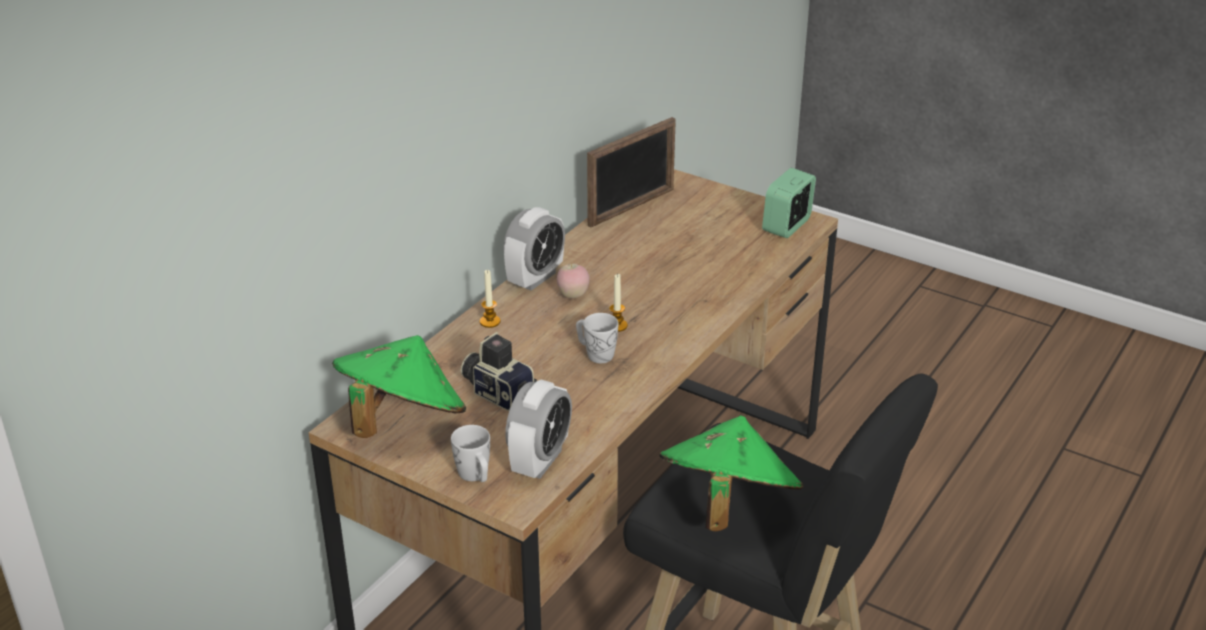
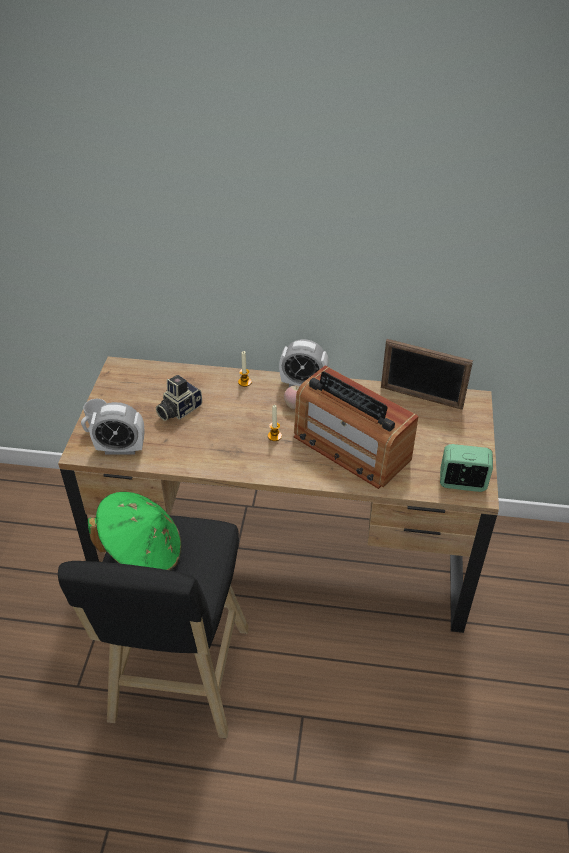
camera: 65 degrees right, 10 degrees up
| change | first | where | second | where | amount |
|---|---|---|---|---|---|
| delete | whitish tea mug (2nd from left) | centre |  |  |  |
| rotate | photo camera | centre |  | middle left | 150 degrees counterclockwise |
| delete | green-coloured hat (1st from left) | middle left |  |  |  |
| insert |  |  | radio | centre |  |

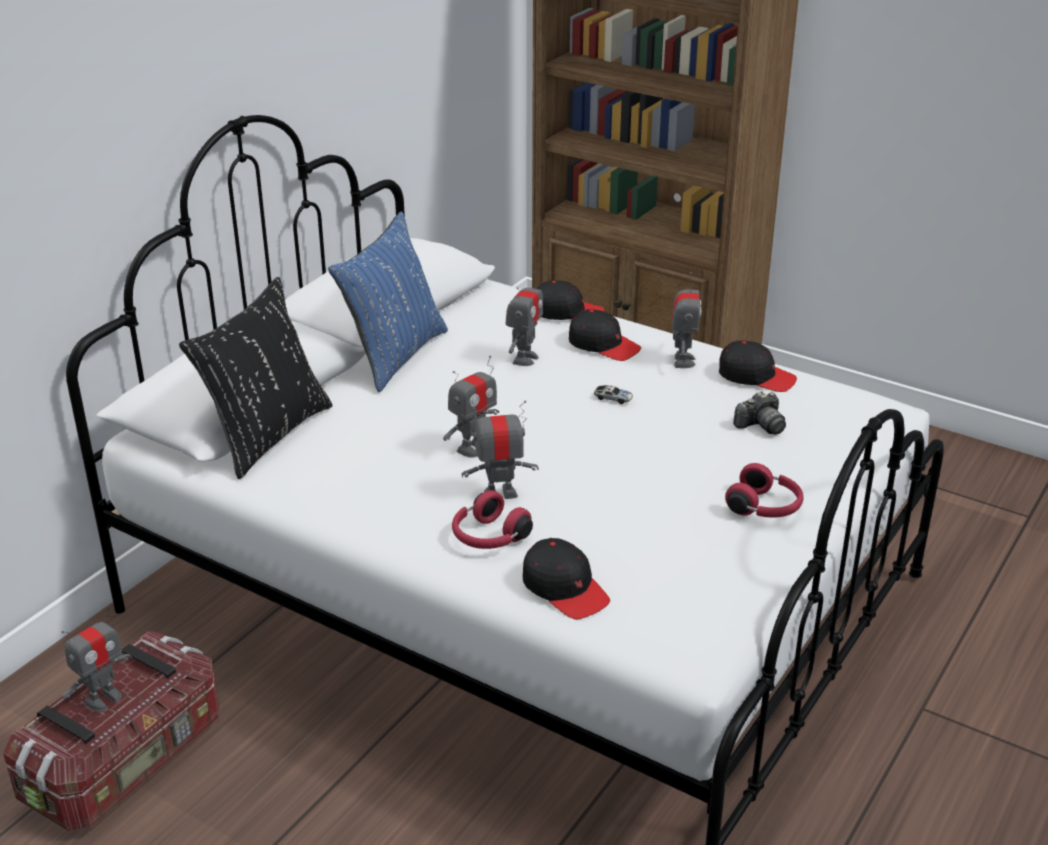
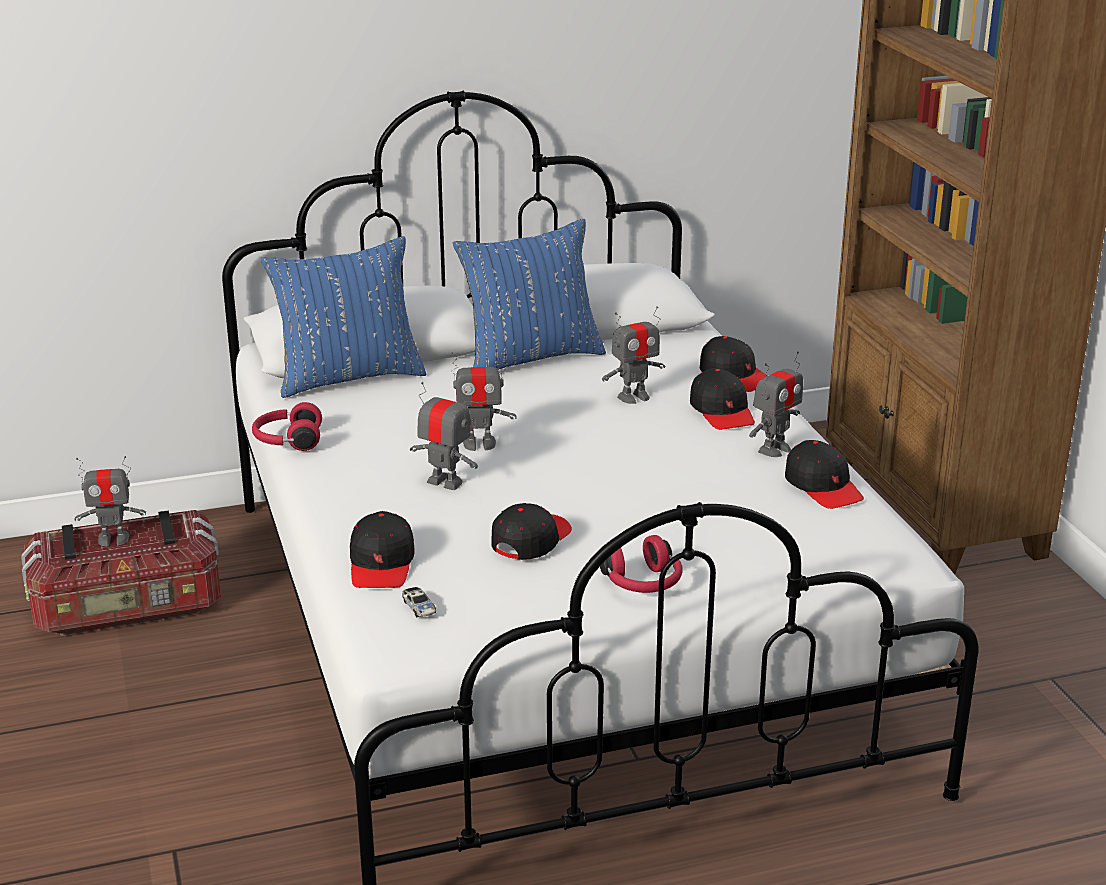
camera: 40 degrees right, 5 degrees down
| change | first | where | second | where | amount |
|---|---|---|---|---|---|
| recolor | black throw pillow | middle left | blue throw pillow (1st from left) | middle left |  |
| move | model car | centre |  | bottom centre |  |
| delete | photo camera | middle right |  |  |  |
| move | red pair of headphones (1st from left) | centre |  | middle left |  |
| insert |  |  | black baseball cap (2nd from left) | centre |  |

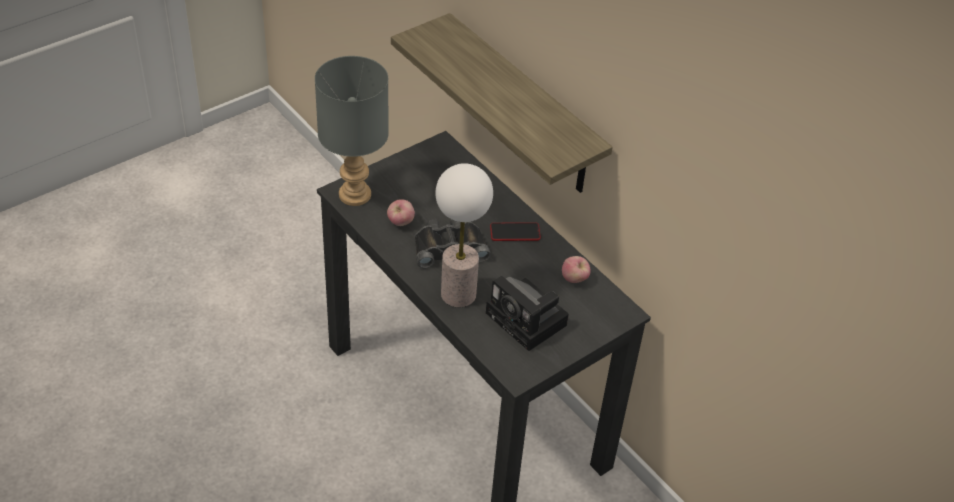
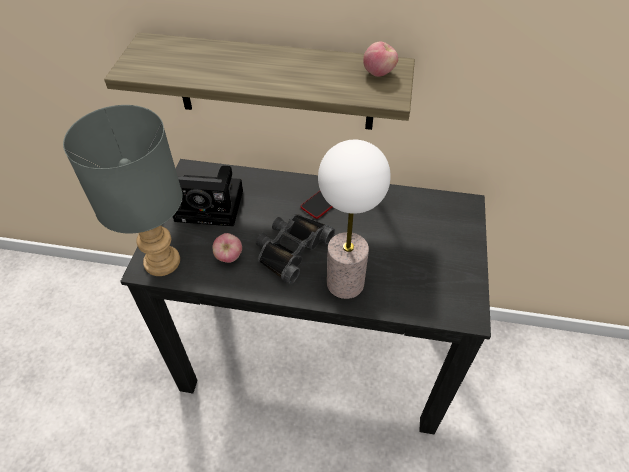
camera: 40 degrees left, 5 degrees up
| change | first | where | second | where | amount |
|---|---|---|---|---|---|
| move | apple fruit (2nd from left) | centre |  | top centre |  |
| move | photo camera | centre |  | middle left |  |

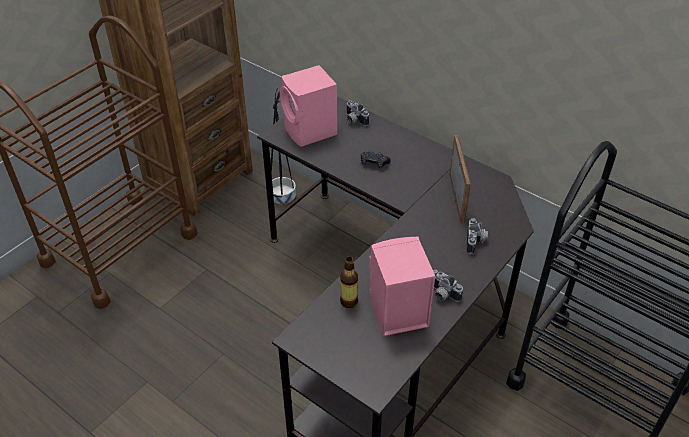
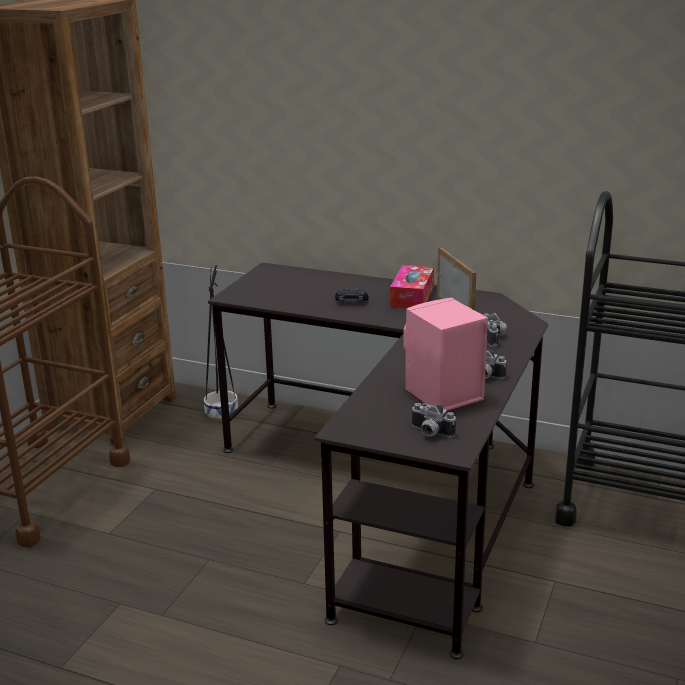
camera: 15 degrees left, 20 degrees down
| change | first | where | second | where | amount |
|---|---|---|---|---|---|
| delete | pinkish loudspeaker (1st from left) | top centre |  |  |  |
| move | photo camera (1st from left) | top centre |  | centre |  |
| delete | bottle | centre |  |  |  |
| insert |  |  | box of tissues | centre |  |

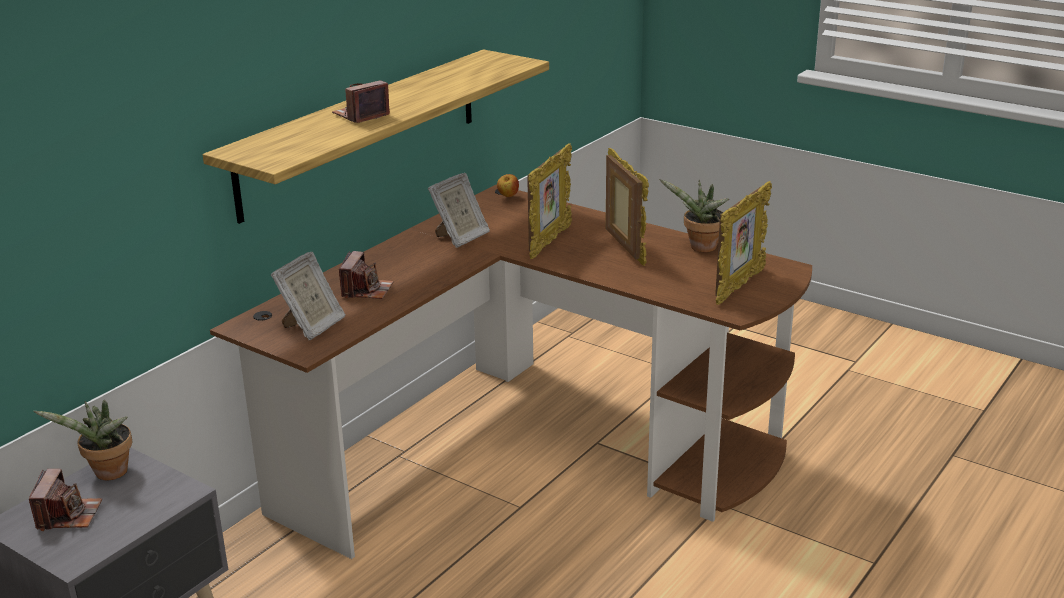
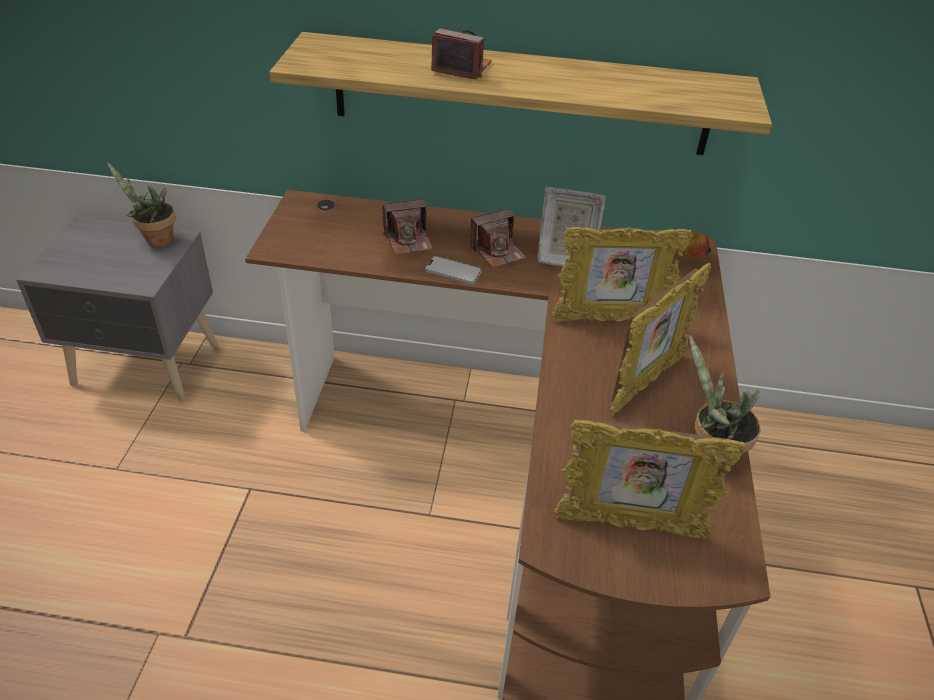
camera: 60 degrees right, 15 degrees up
| change | first | where | second | where | amount |
|---|---|---|---|---|---|
| delete | standing frame (1st from left) | middle left |  |  |  |
| move | photo camera (1st from left in the first image) | bottom left | photo camera (3rd from left) | centre |  |
| insert |  |  | handset | centre |  |

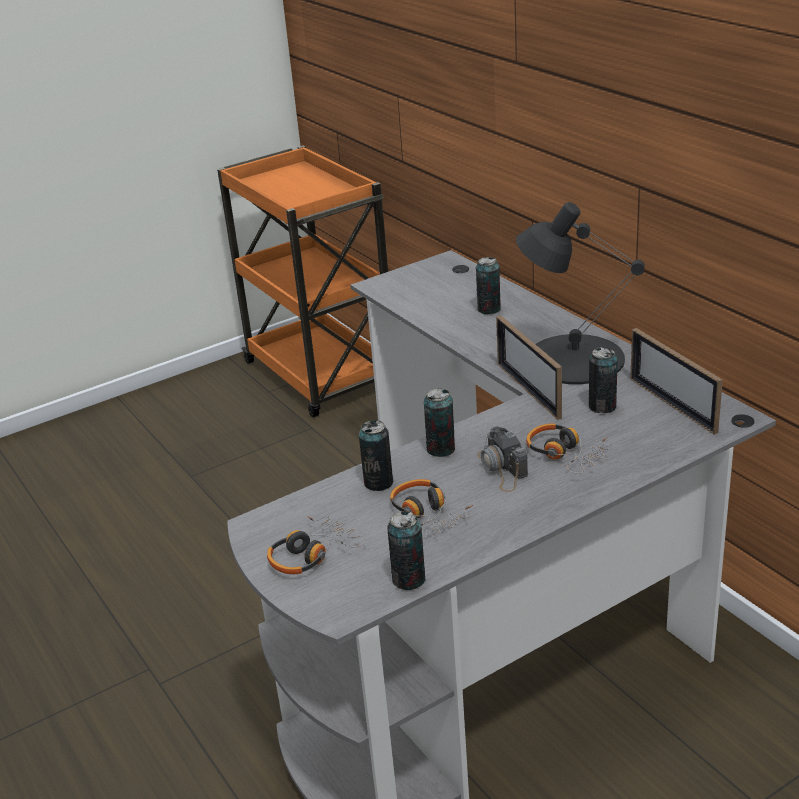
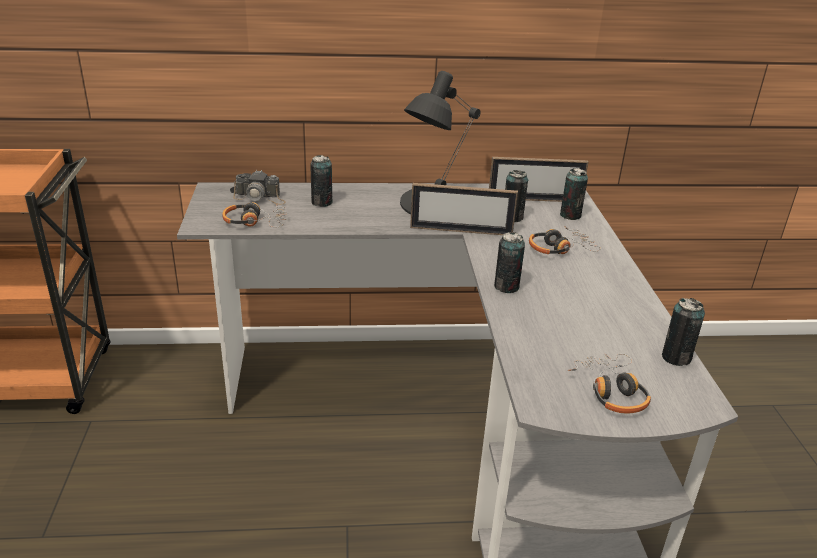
camera: 65 degrees left, 0 degrees up
| change | first | where | second | where | amount |
|---|---|---|---|---|---|
| move | sealed can (1st from left in the first image) | centre | sealed can (4th from left) | middle right |  |
| move | photo camera | centre |  | middle left |  |
| move | pair of headphones (2nd from left in the first image) | centre | pair of headphones (1st from left) | middle left |  |

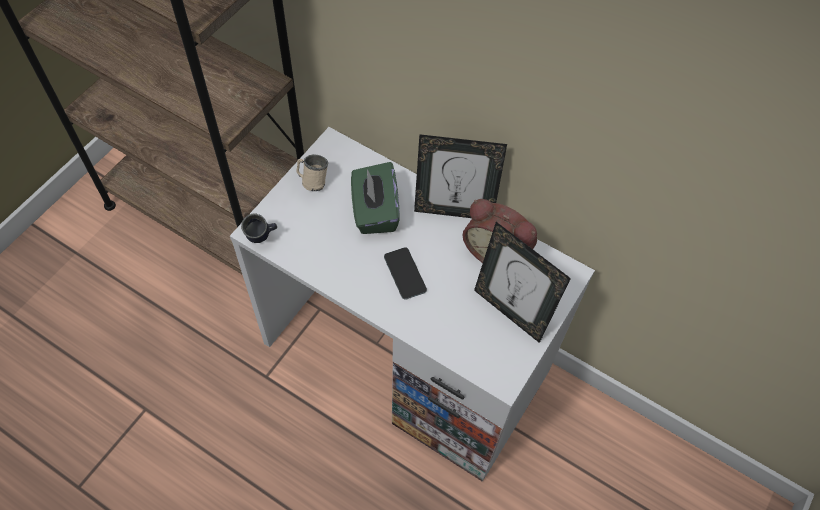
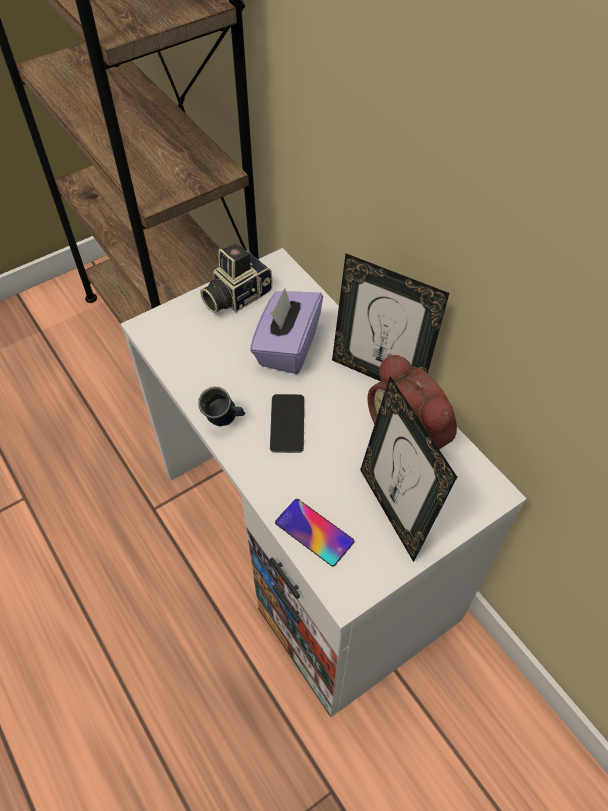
camera: 25 degrees right, 5 degrees down
| change | first | where | second | where | amount |
|---|---|---|---|---|---|
| replace | sand-coloured tea mug | centre | photo camera | centre |  |
| recolor | green-coloured box of tissues | centre | purple-coloured box of tissues | centre |  |
| move | blue tea mug | middle left |  | centre |  |
| insert |  |  | handset (2nd from left) | centre |  |

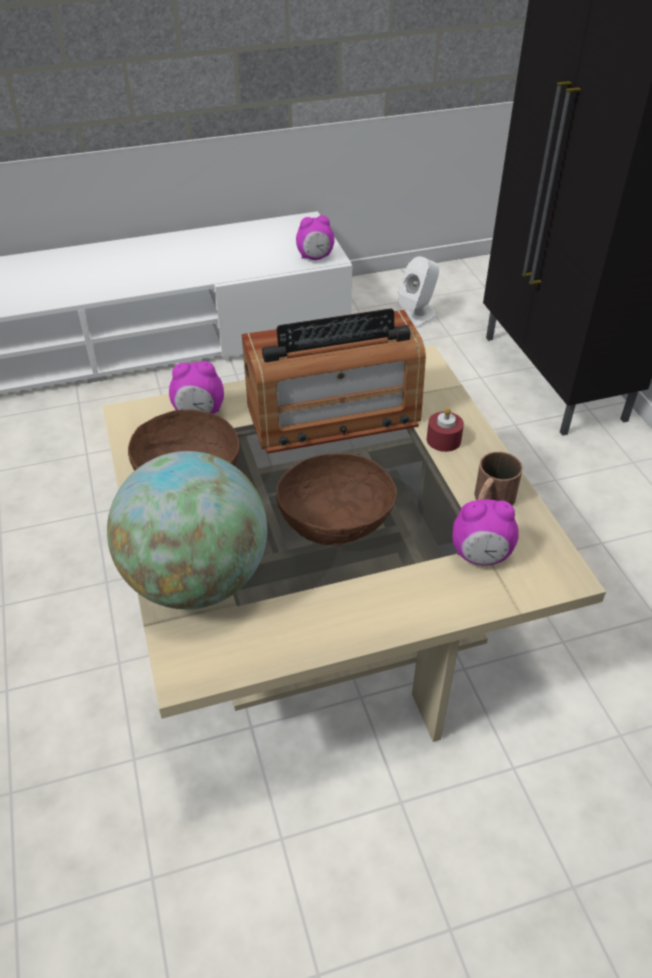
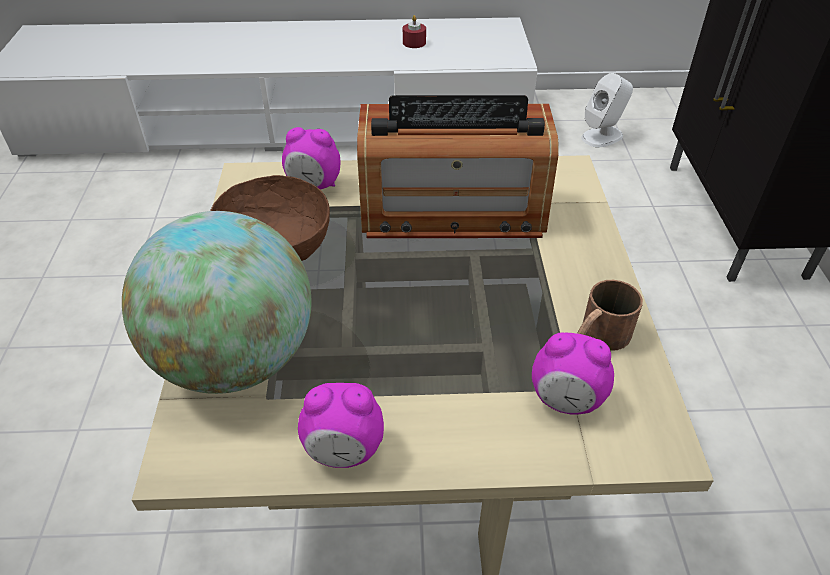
camera: 15 degrees right, 0 degrees up
| change | first | where | second | where | amount |
|---|---|---|---|---|---|
| move | table clock (2nd from left) | top centre |  | bottom centre |  |
| move | red candle | middle right |  | top centre |  |
| delete | brown-coloured bowl (2nd from left) | centre |  |  |  |

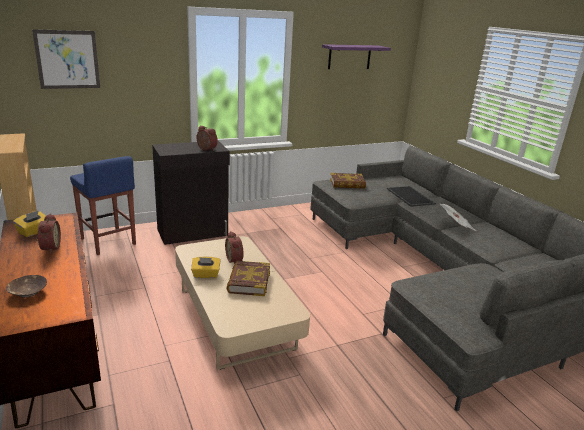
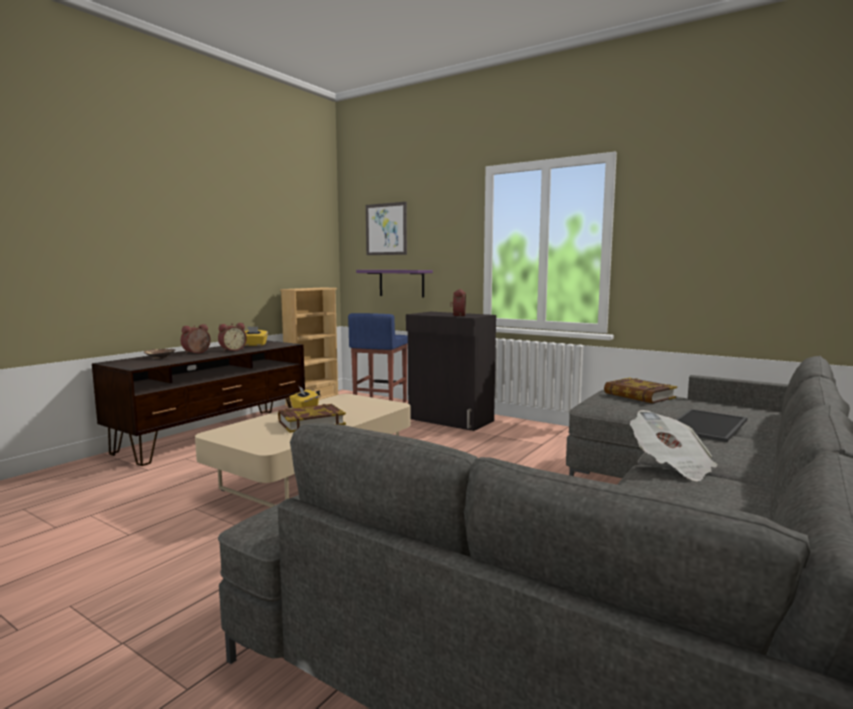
camera: 60 degrees right, 15 degrees down
| change | first | where | second | where | amount |
|---|---|---|---|---|---|
| move | purple-coloured shelf | top centre |  | centre |  |
| move | table clock (3rd from left in the first image) | centre | table clock (1st from left) | middle left |  |

